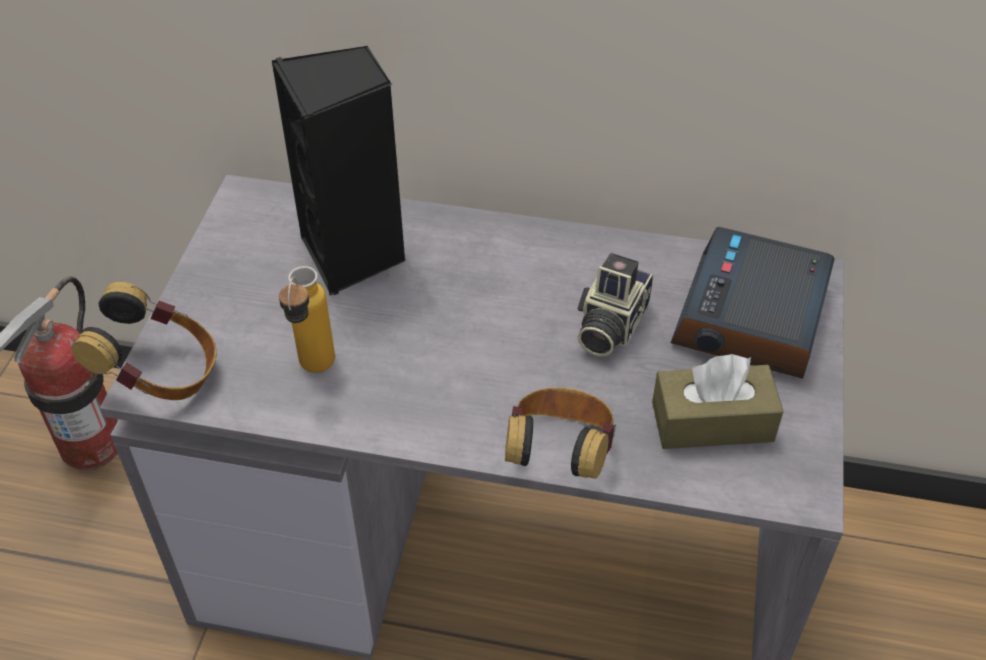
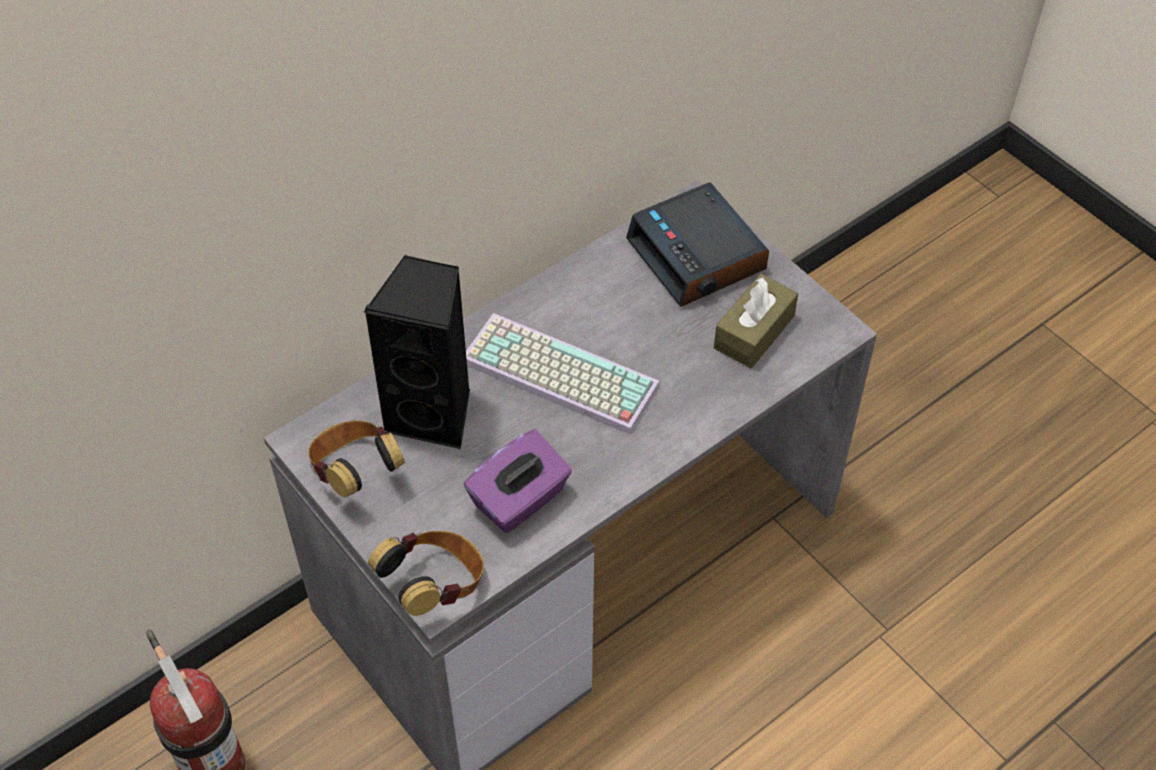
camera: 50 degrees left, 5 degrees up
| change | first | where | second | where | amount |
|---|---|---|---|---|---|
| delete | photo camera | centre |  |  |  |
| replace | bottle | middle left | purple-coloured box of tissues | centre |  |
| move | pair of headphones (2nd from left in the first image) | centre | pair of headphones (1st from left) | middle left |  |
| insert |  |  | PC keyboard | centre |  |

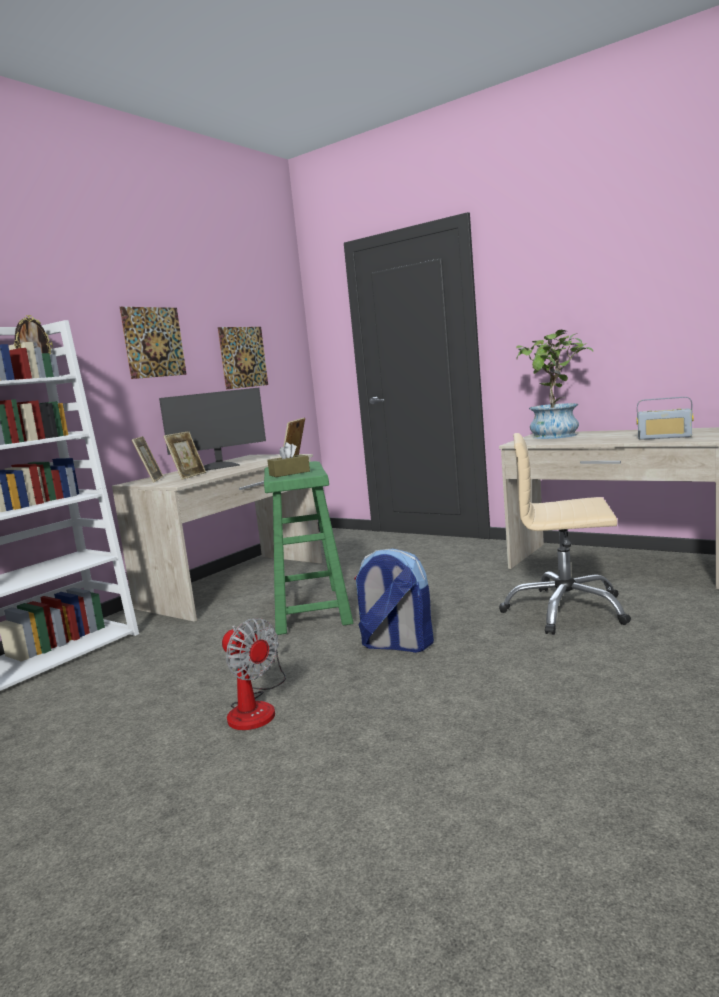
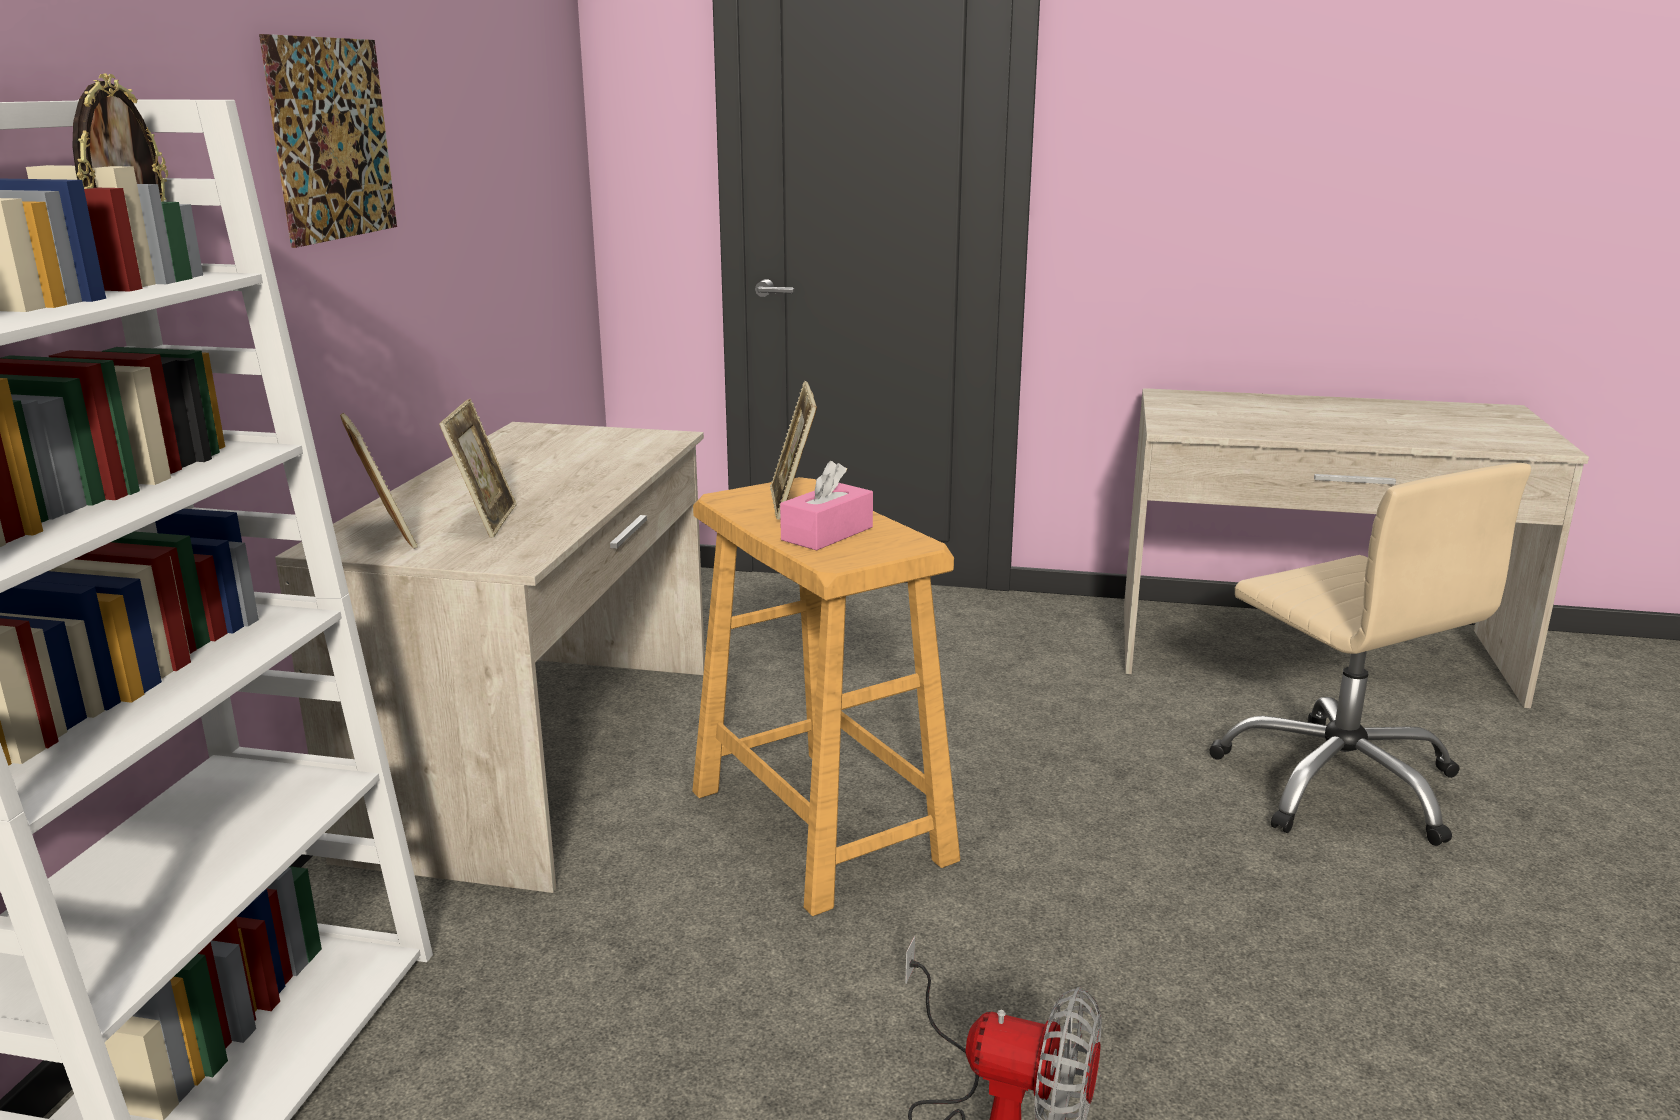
camera: 25 degrees left, 10 degrees up
| change | first | where | second | where | amount |
|---|---|---|---|---|---|
| delete | wall picture (2nd from left) | centre |  |  |  |
| delete | houseplant | middle right |  |  |  |
| delete | computer screen | middle left |  |  |  |
| delete | radio | middle right |  |  |  |
| rotate | sand-coloured desk chair | middle right |  | middle right | 105 degrees counterclockwise |
| recolor | brown-coloured box of tissues | centre | pinkish box of tissues | centre |  |
| recolor | green-coloured stool seat | centre | sand-coloured stool seat | centre |  |
| delete | knapsack | centre |  |  |  |

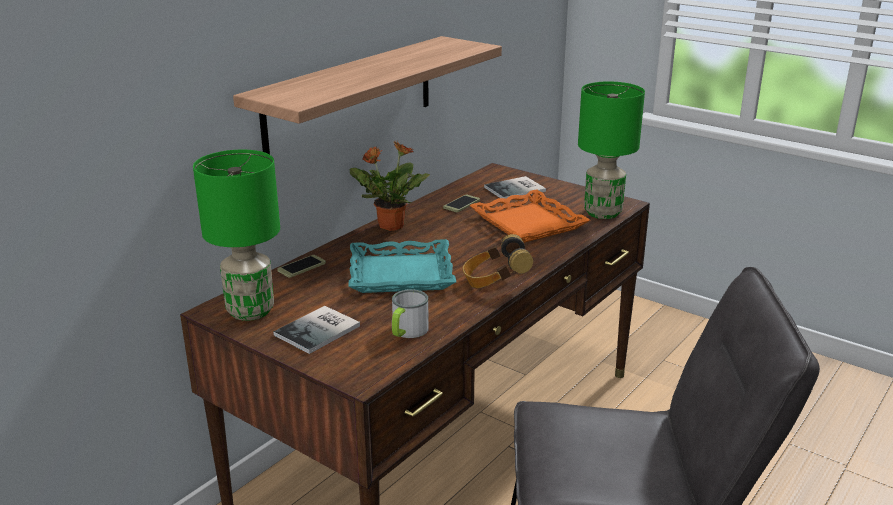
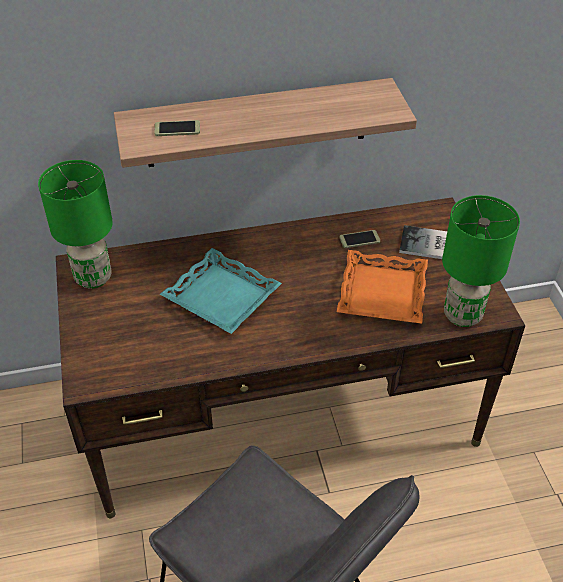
camera: 40 degrees right, 20 degrees up
| change | first | where | second | where | amount |
|---|---|---|---|---|---|
| delete | houseplant | centre |  |  |  |
| delete | pair of headphones | centre |  |  |  |
| move | handset (1st from left) | centre |  | top left |  |
| delete | tea mug | centre |  |  |  |
| delete | volume (1st from left) | centre |  |  |  |

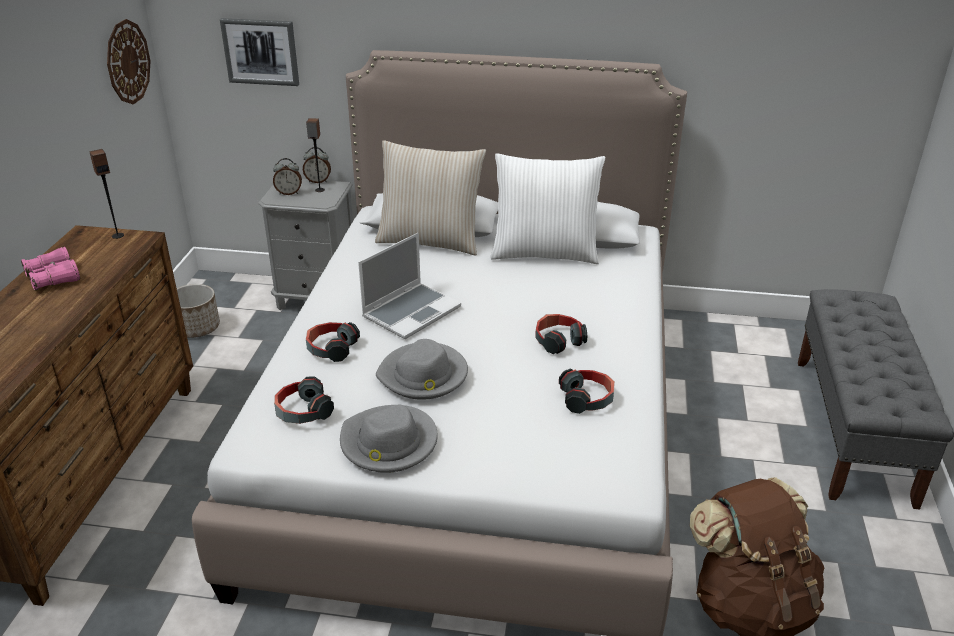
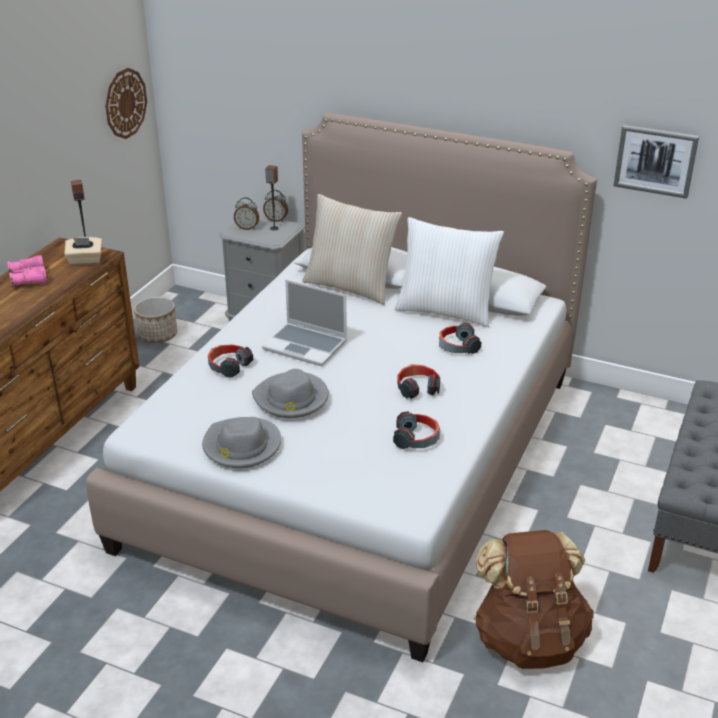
camera: 15 degrees right, 0 degrees up
| change | first | where | second | where | amount |
|---|---|---|---|---|---|
| move | wall picture | top left |  | top right |  |
| rotate | laptop | centre |  | centre | 60 degrees clockwise |
| move | pair of headphones (1st from left in the first image) | middle left | pair of headphones (4th from left) | centre |  |
| insert |  |  | sand-coloured box of tissues | middle left |  |

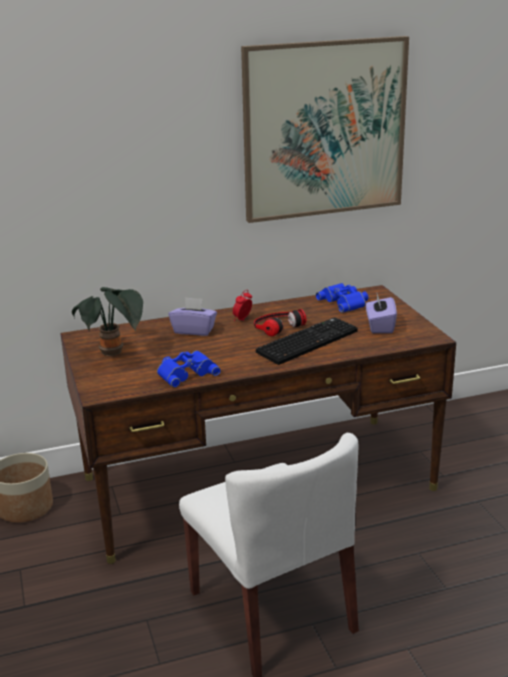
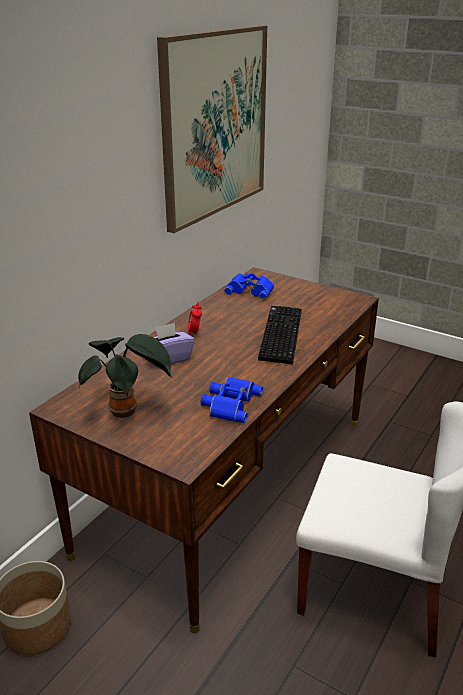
camera: 40 degrees left, 5 degrees up
| change | first | where | second | where | amount |
|---|---|---|---|---|---|
| delete | purple-coloured box of tissues (2nd from left) | middle right |  |  |  |
| delete | pair of headphones | centre |  |  |  |

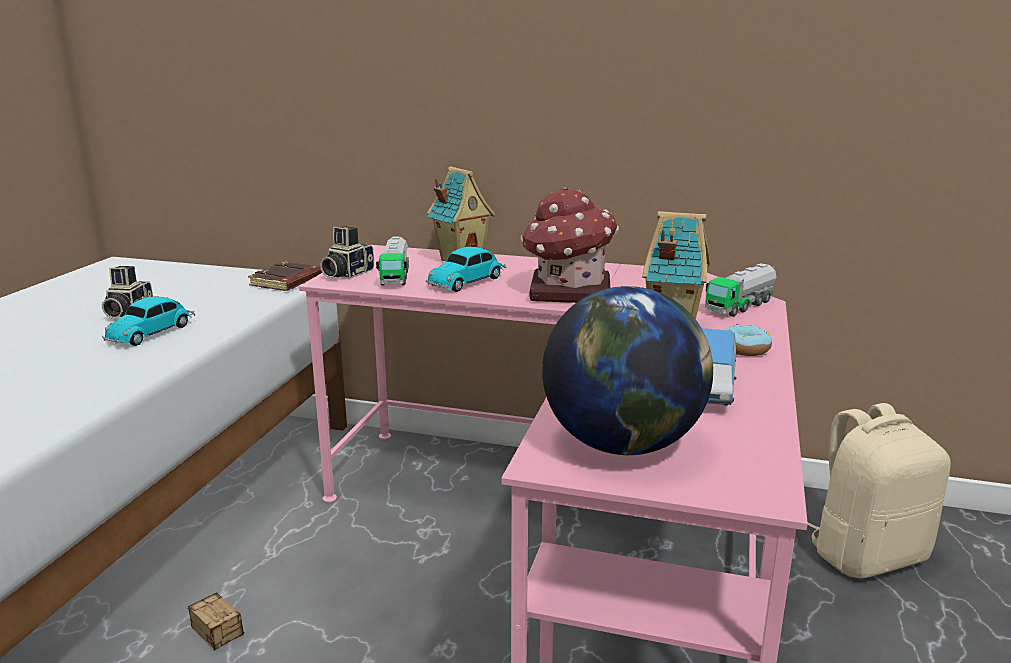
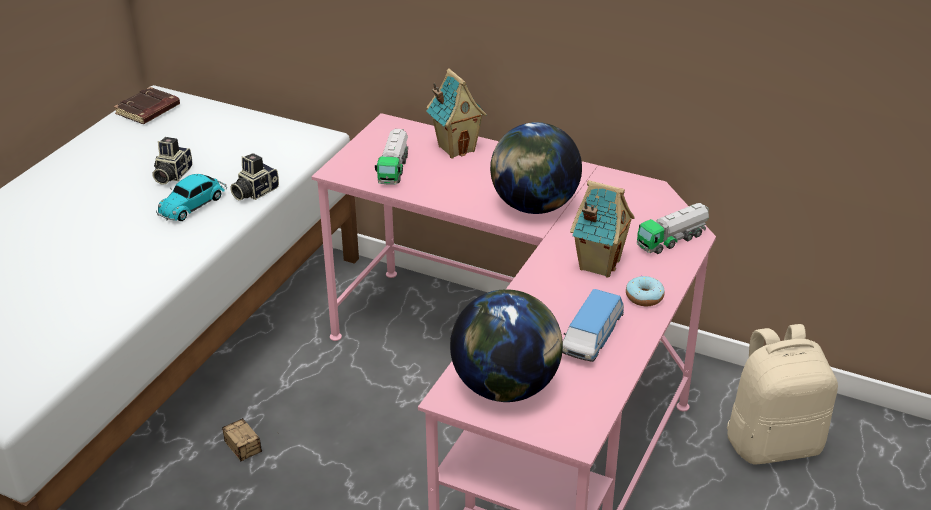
camera: 10 degrees right, 15 degrees up
| change | first | where | second | where | amount |
|---|---|---|---|---|---|
| replace | model house (2nd from left) | centre | globe (2nd from left) | top centre |  |
| move | photo camera (2nd from left) | centre |  | middle left |  |
| delete | model car (2nd from left) | centre |  |  |  |
| move | brown-coloured volume | middle left |  | top left |  |

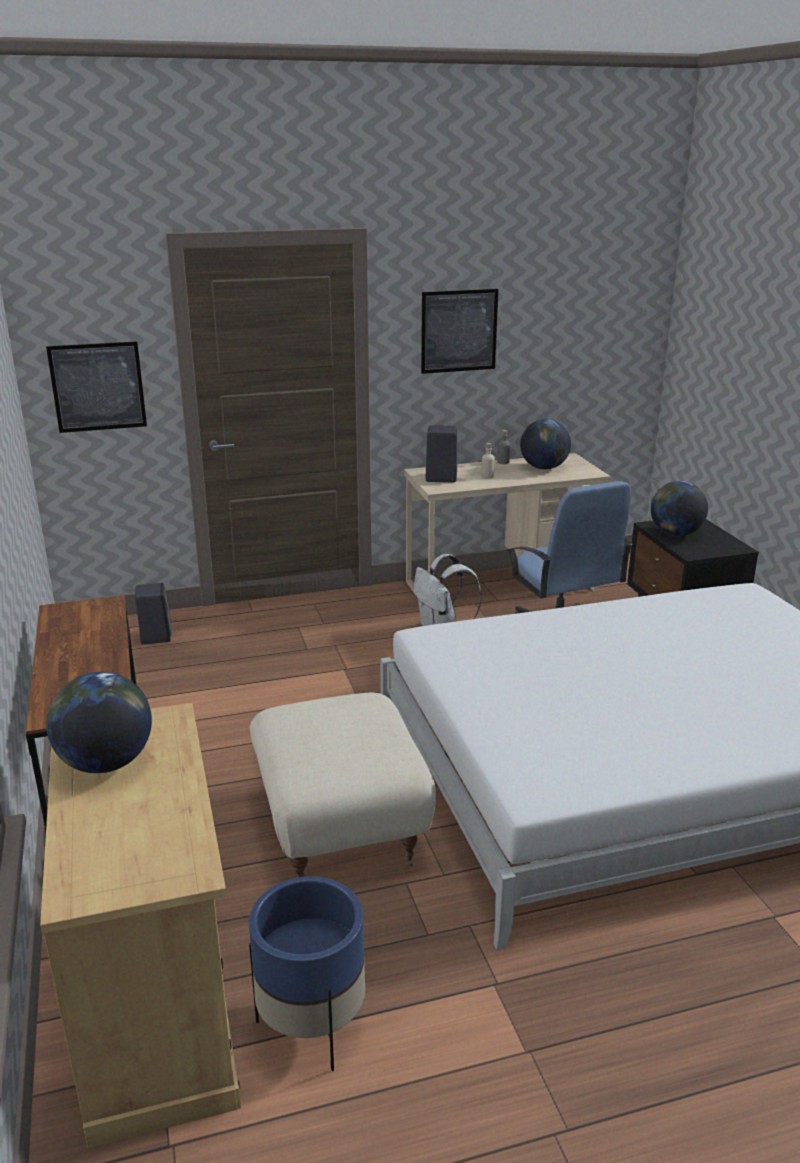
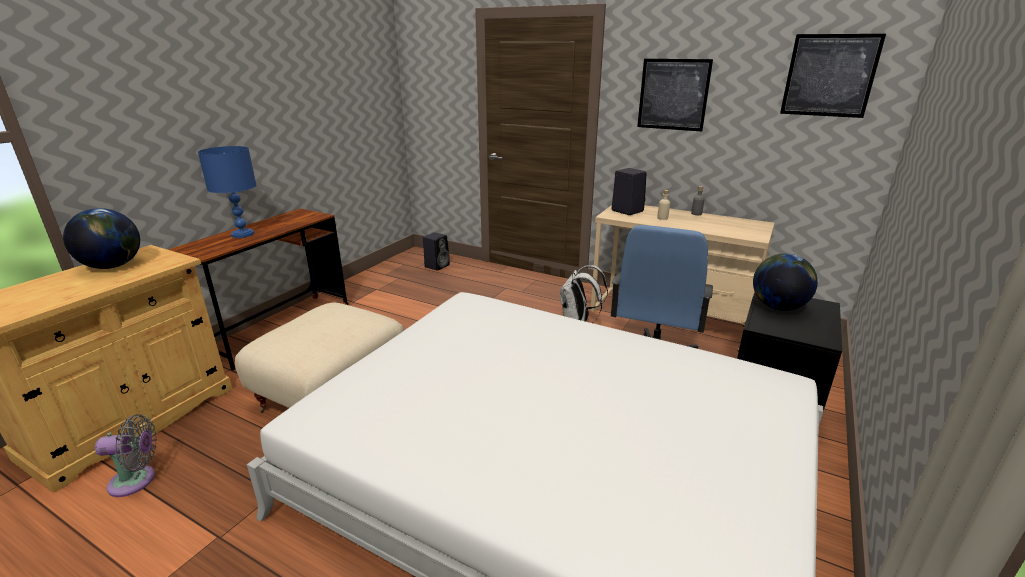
camera: 45 degrees right, 0 degrees up
| change | first | where | second | where | amount |
|---|---|---|---|---|---|
| move | wall picture (1st from left in the first image) | top left | wall picture (2nd from left) | top right |  |
| delete | globe (2nd from left) | middle right |  |  |  |
| replace | blue plant pot | bottom centre | greyish electric fan | bottom left |  |
| insert |  |  | blue tabletop lamp | top left |  |

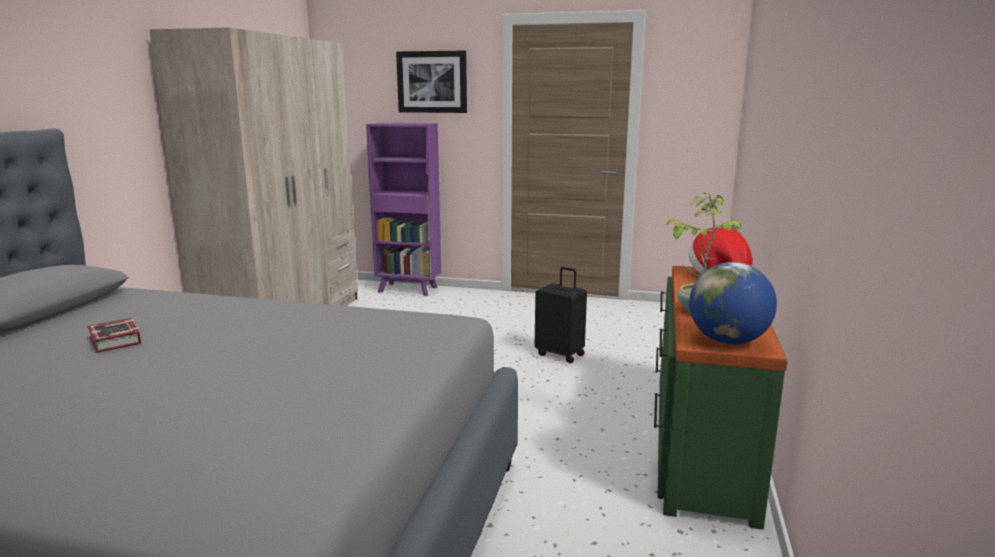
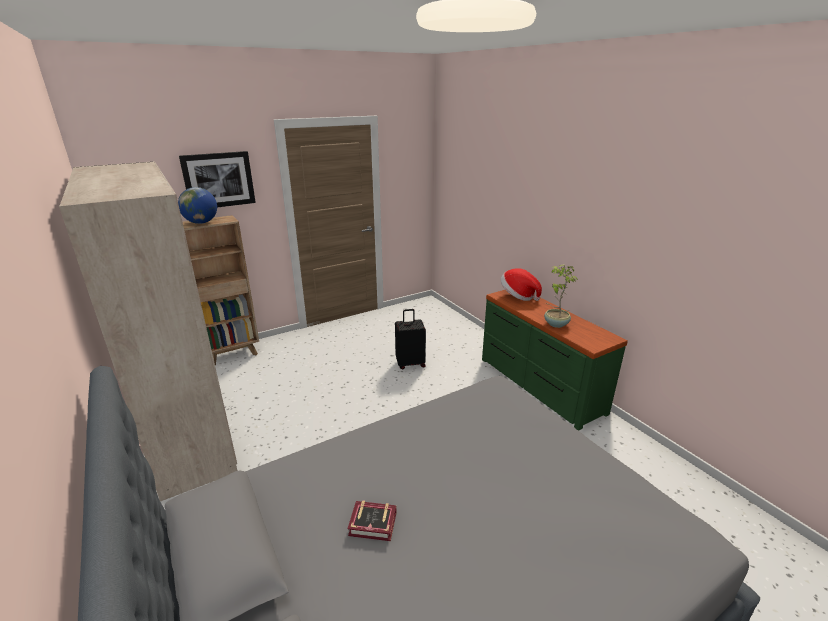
camera: 45 degrees left, 10 degrees up
| change | first | where | second | where | amount |
|---|---|---|---|---|---|
| recolor | purple-coloured bookcase | centre | brown-coloured bookcase | middle left |  |
| move | globe | middle right |  | top left |  |

